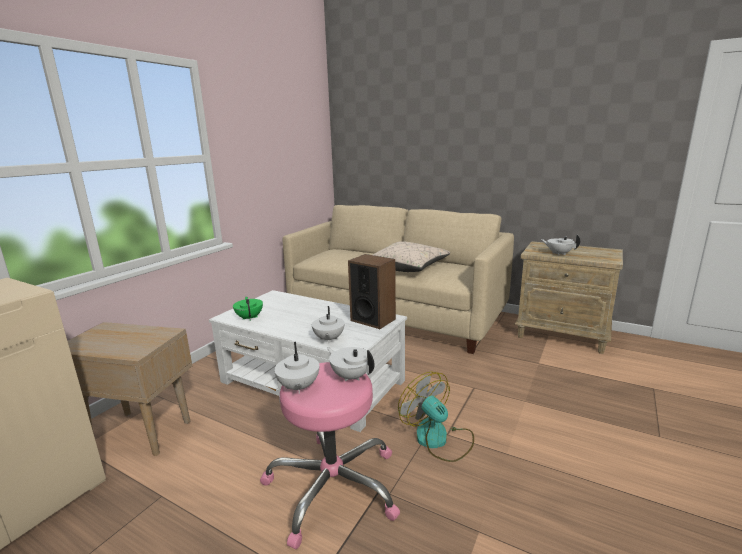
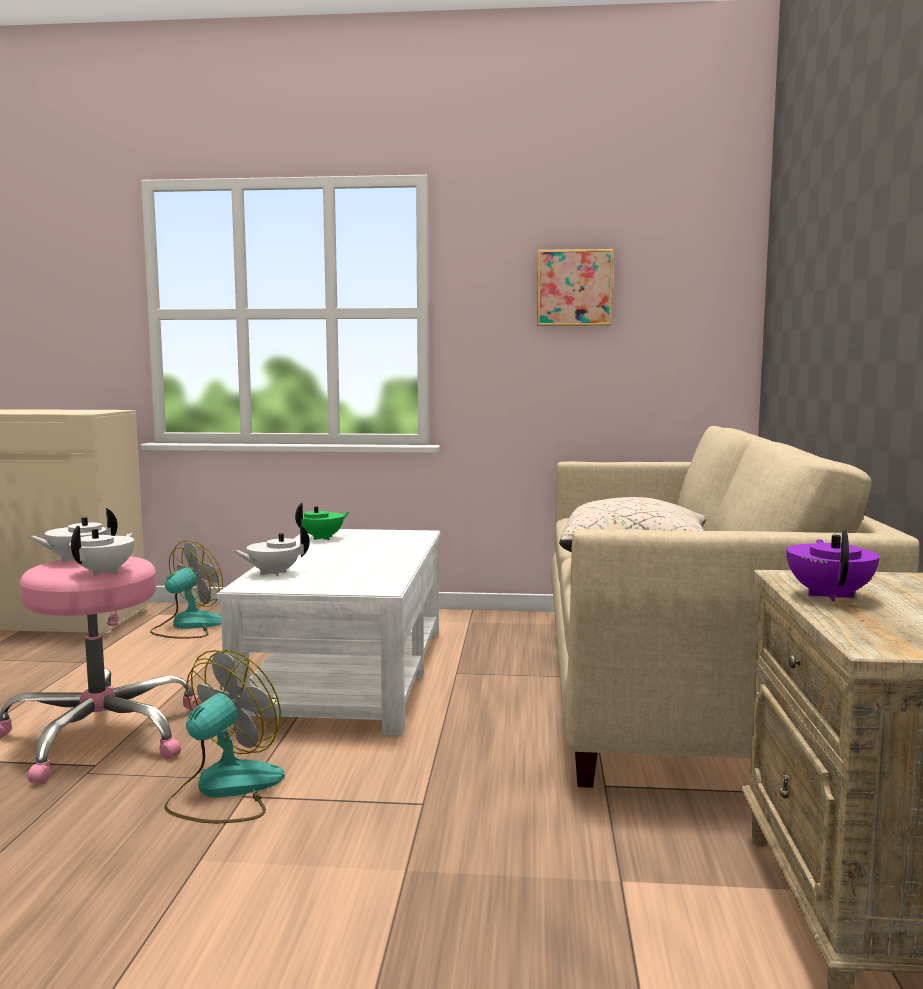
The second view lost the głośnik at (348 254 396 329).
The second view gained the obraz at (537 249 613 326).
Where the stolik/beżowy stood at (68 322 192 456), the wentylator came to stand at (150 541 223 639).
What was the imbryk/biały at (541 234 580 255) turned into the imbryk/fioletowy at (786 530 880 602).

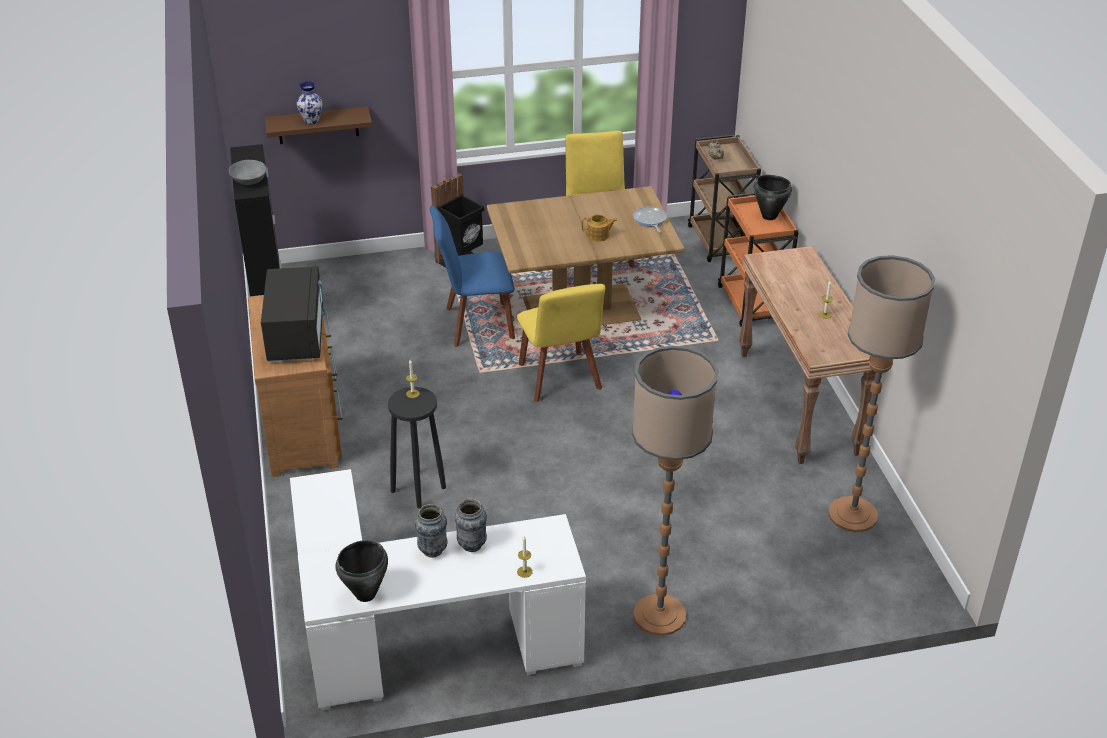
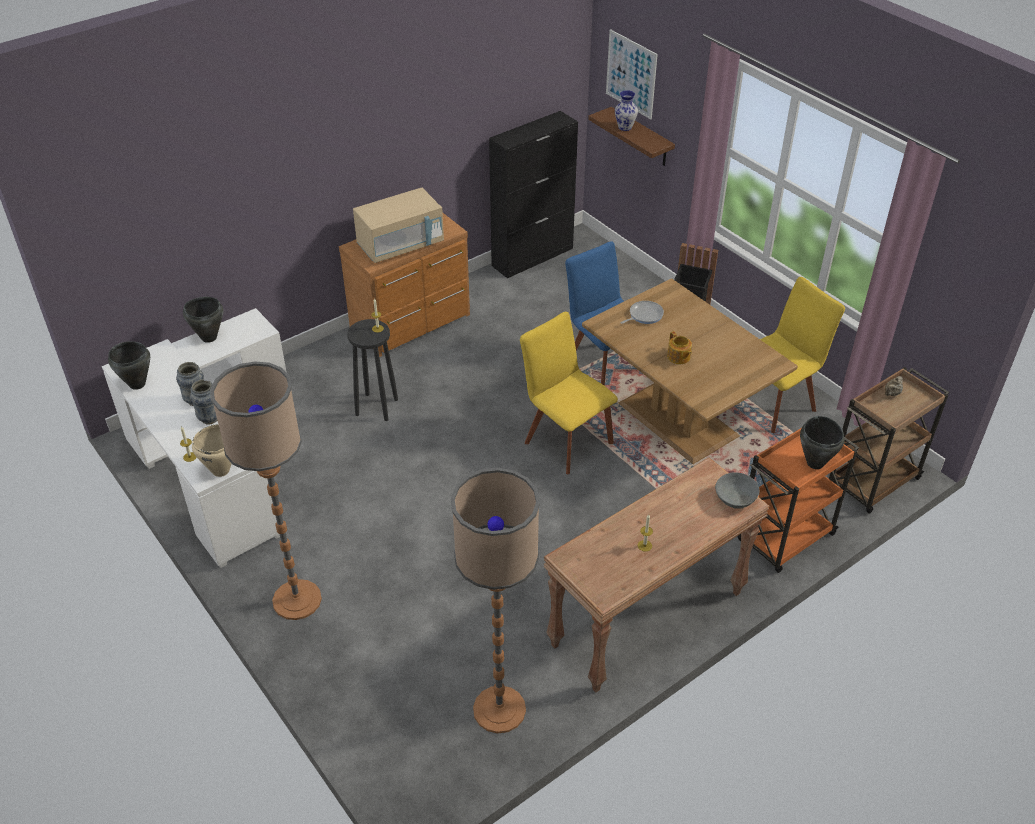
The second view gained the garnek/czarny at (183 297 223 343).
The second view gained the garnek/beżowy at (192 424 232 477).
The second view gained the obraz at (606 29 658 120).
The miska/szary ended up elsewhere, having gone from (229 160 266 185) to (715 472 760 509).
The patelnia ended up elsewhere, having gone from (633 206 667 232) to (620 301 664 324).
What was the mikrofalówka/czarny at (261 266 325 362) turned into the mikrofalówka/beżowy at (353 188 444 263).
The krzesło/żółty at (517 284 605 402) ended up facing another way, 90 degrees clockwise from before.

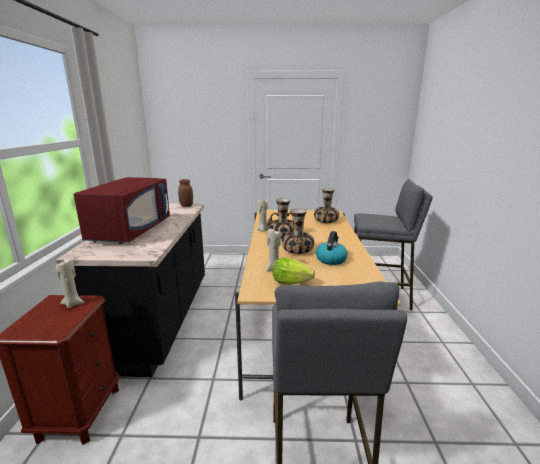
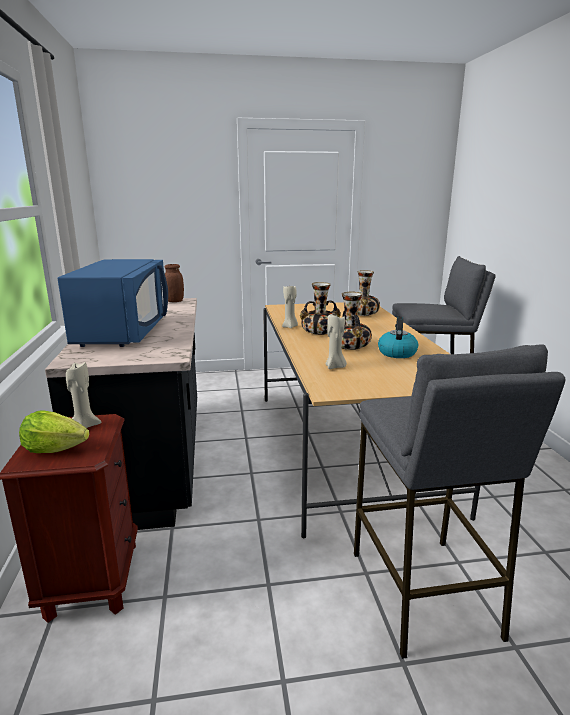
The sałata ended up elsewhere, having gone from (273 257 315 285) to (19 410 89 453).
What was the mikrofalówka/czerwony at (74 177 170 244) turned into the mikrofalówka/niebieski at (58 259 168 347).

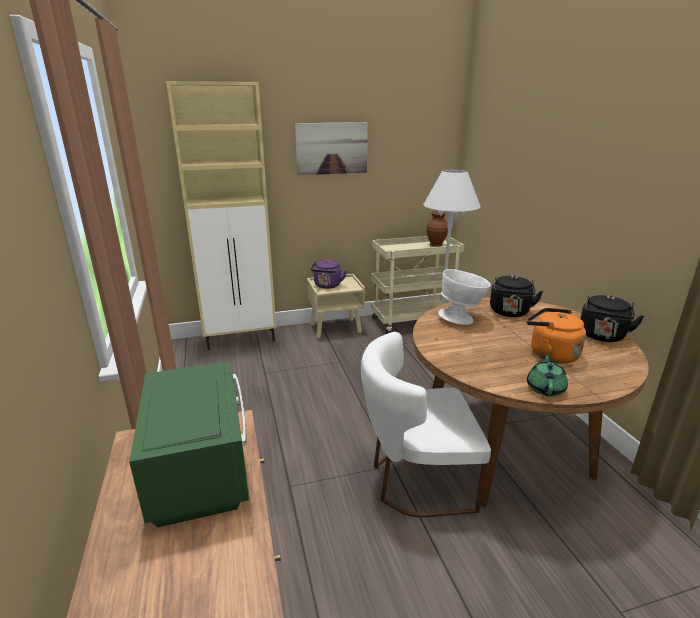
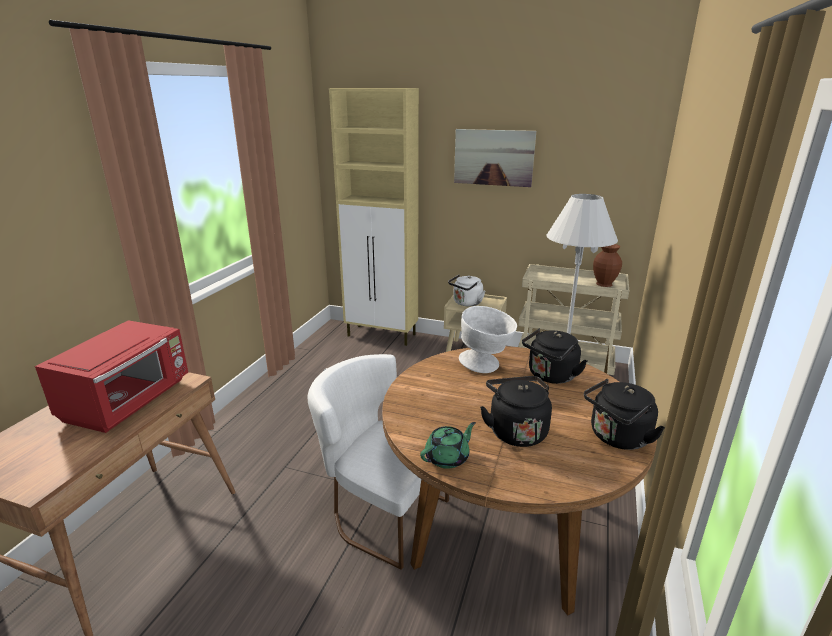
What was the mikrofalówka/zielony at (129 362 250 527) turned into the mikrofalówka/czerwony at (35 320 188 433).
What was the czajnik/fioletowy at (311 260 347 289) turned into the czajnik/biały at (448 274 485 306).
What was the czajnik/pomarańczowy at (526 308 586 364) turned into the czajnik/czarny at (480 376 552 447).

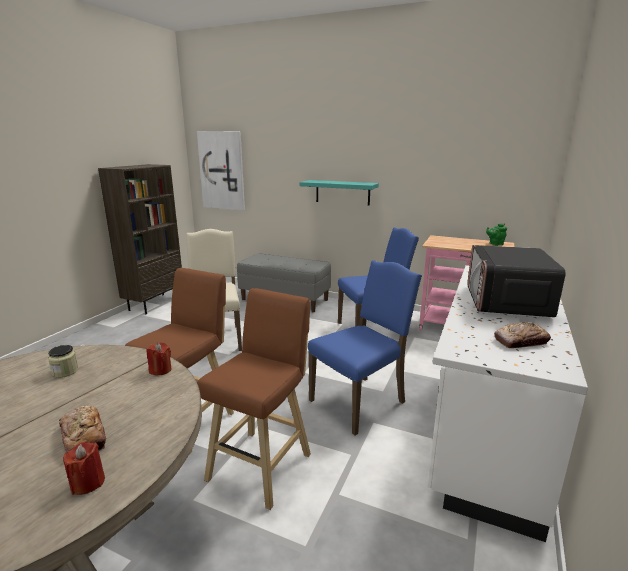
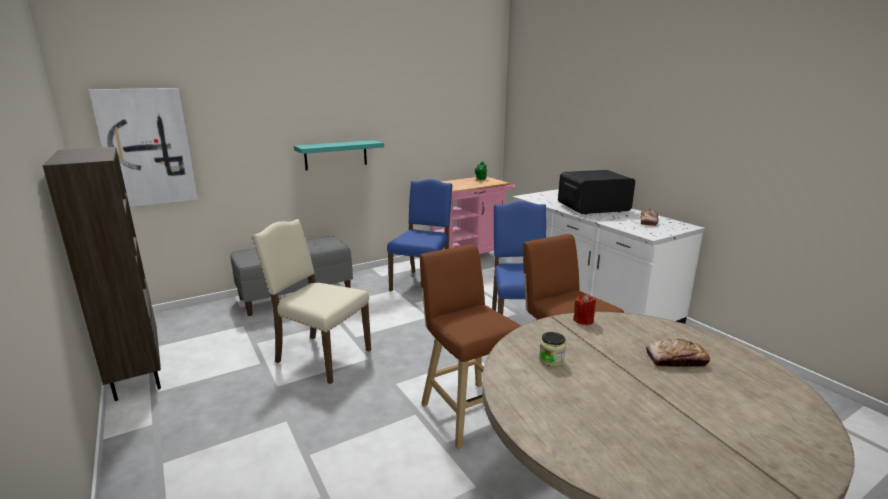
The second view lost the świeca/czerwony at (63 442 105 495).
The mikrofalówka at (467 245 565 317) ended up facing another way, 120 degrees clockwise from before.

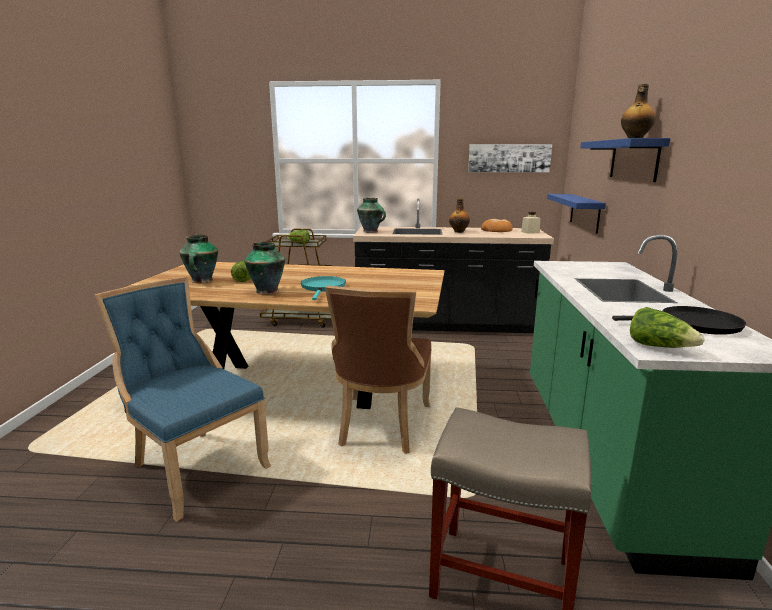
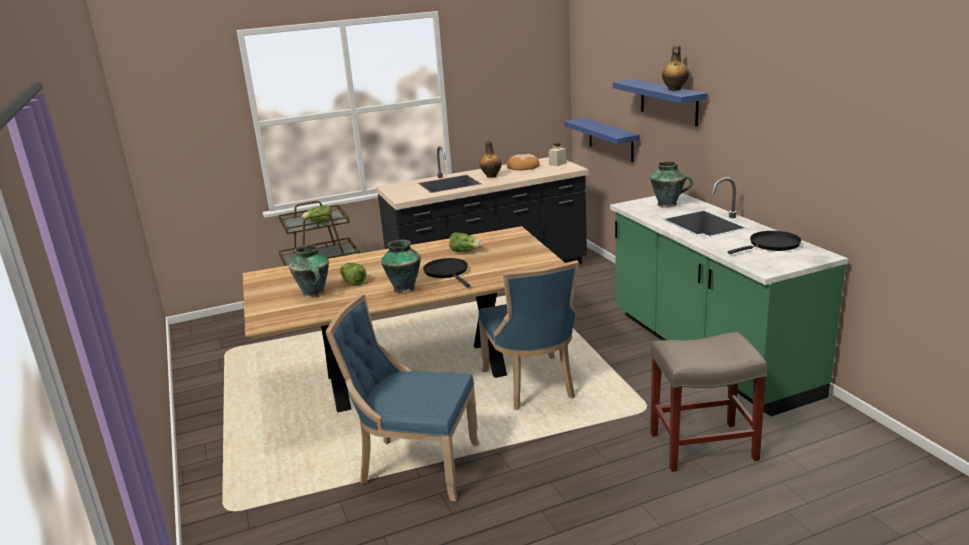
The second view lost the obraz at (468 144 552 172).
The wazon ended up elsewhere, having gone from (357 198 386 233) to (650 161 693 208).
The sałata ended up elsewhere, having gone from (630 307 704 348) to (449 232 482 252).
What was the patelnia/turkusowy at (300 276 346 300) turned into the patelnia/czarny at (423 258 470 287).
What was the krzesło/brązowy at (325 285 432 454) turned into the krzesło/niebieski at (478 260 579 410).

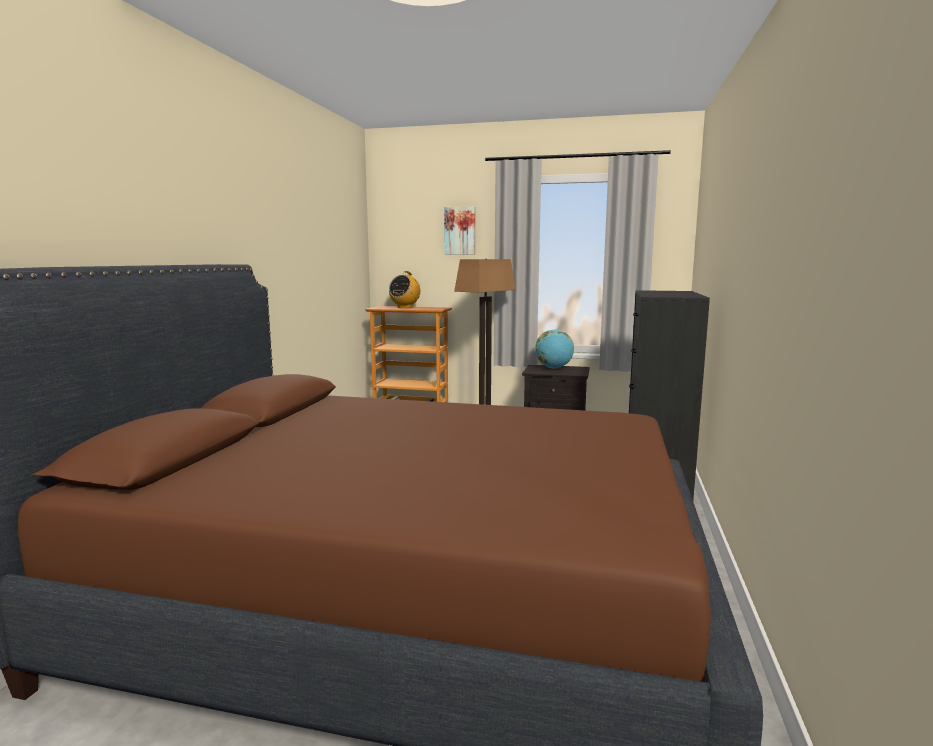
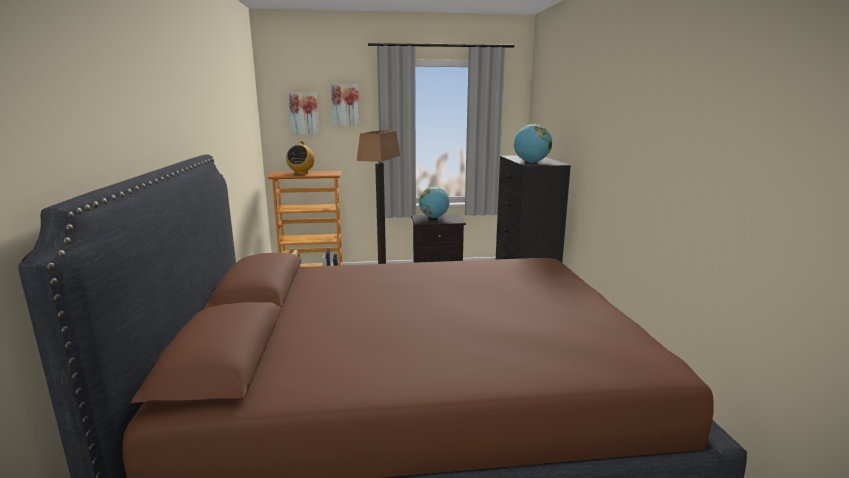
The second view gained the obraz at (289 93 319 134).
The second view gained the globus at (514 124 552 163).

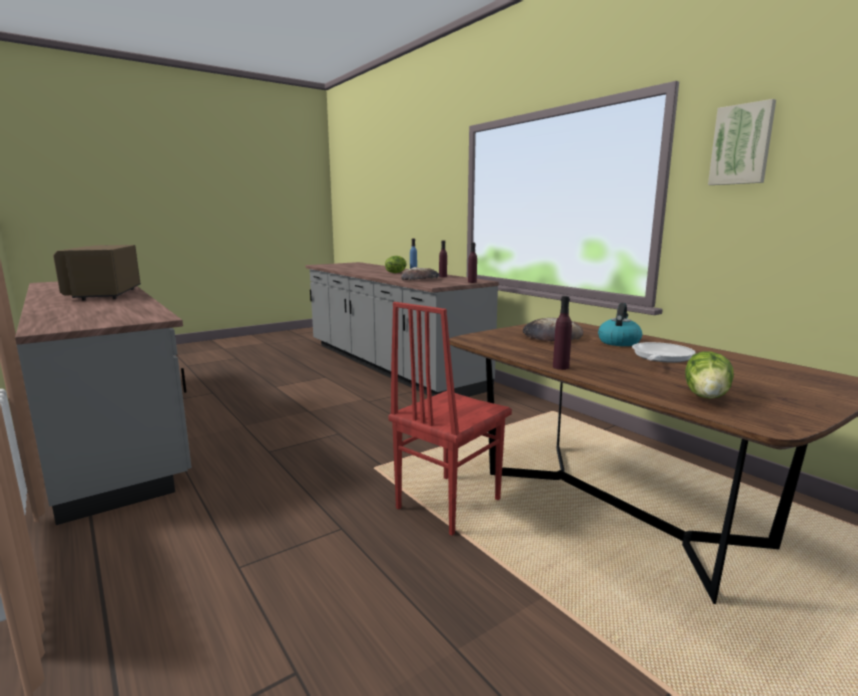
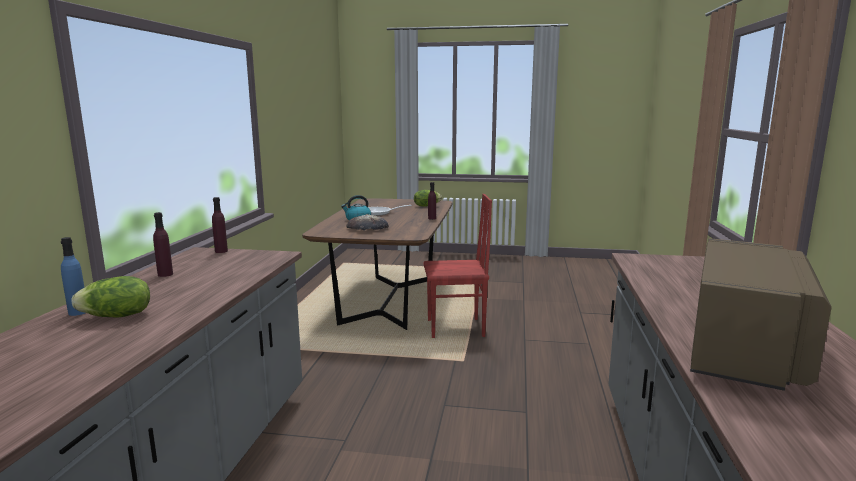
The second view lost the chleb at (401 267 440 280).
The second view lost the obraz at (708 99 776 185).

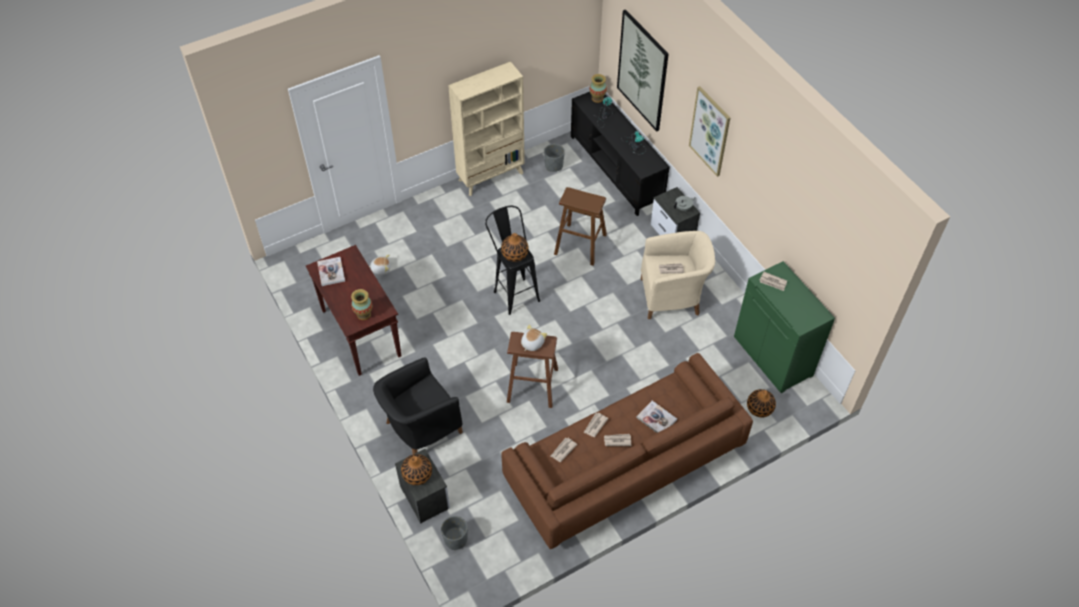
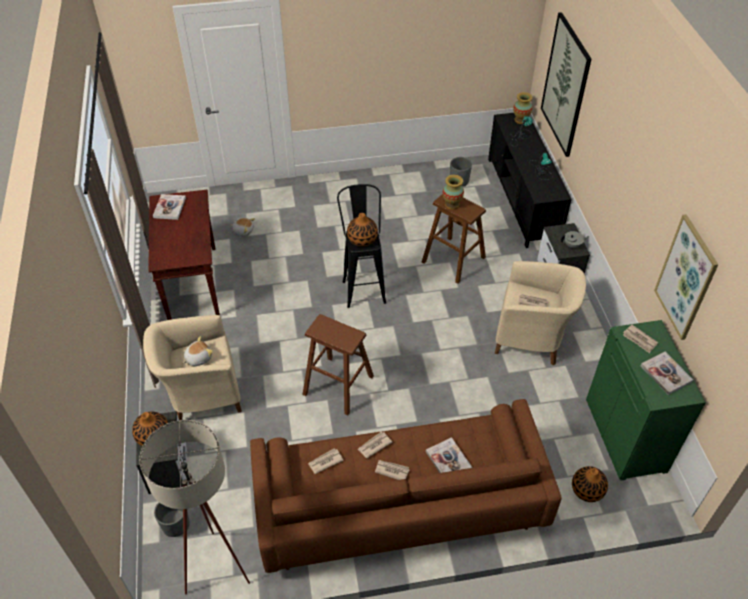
The second view lost the regał/beżowy at (448 61 525 196).
The second view gained the lampa stojąca/beżowy at (139 420 250 594).
The second view gained the książka at (641 352 693 395).
The wazon ended up elsewhere, having gone from (351 289 372 320) to (443 175 464 210).
The pluszak ended up elsewhere, having gone from (521 324 547 351) to (183 336 213 366).
The obraz ended up elsewhere, having gone from (689 86 730 177) to (654 214 718 340).
What was the fotel/czarny at (373 358 463 454) turned into the fotel/beżowy at (143 315 242 420).

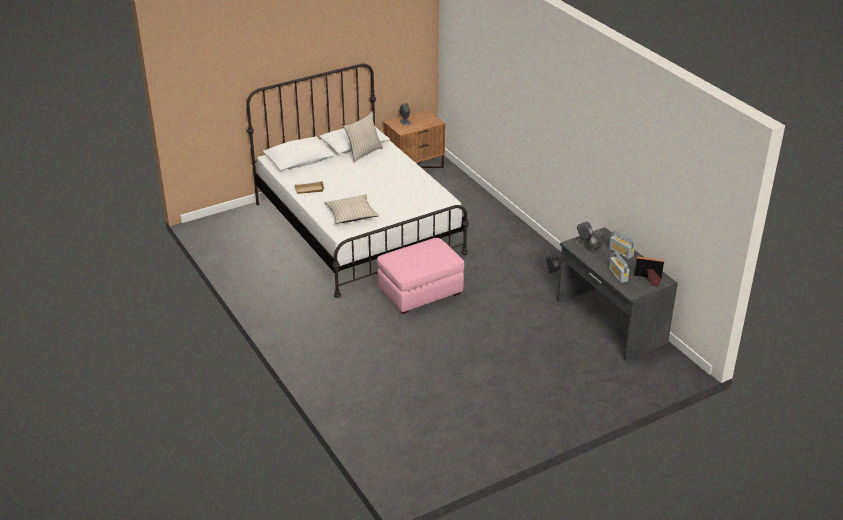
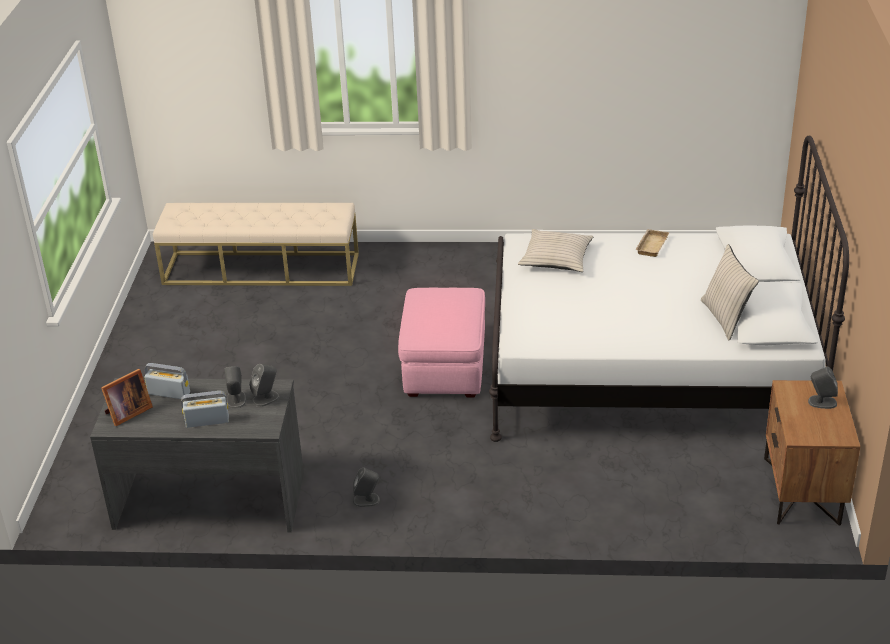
The second view gained the ławka/beżowy at (153 203 359 286).

